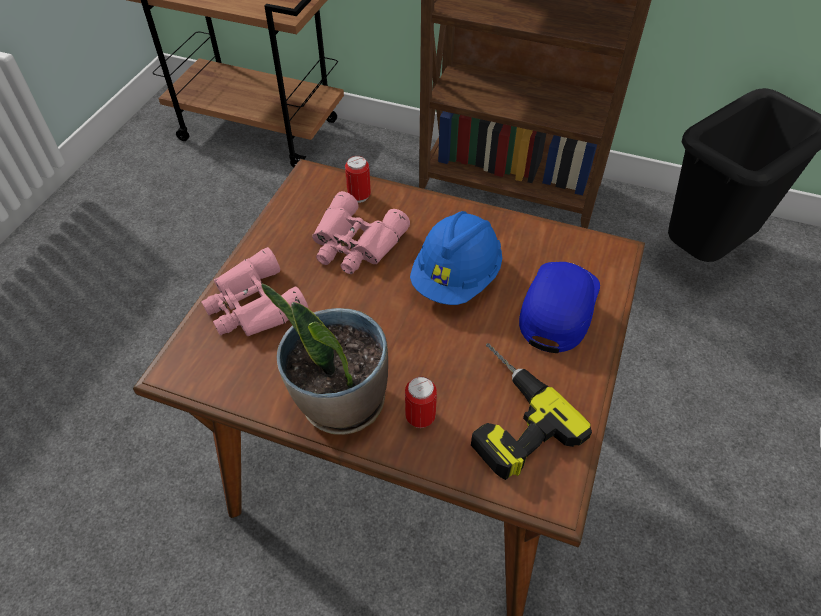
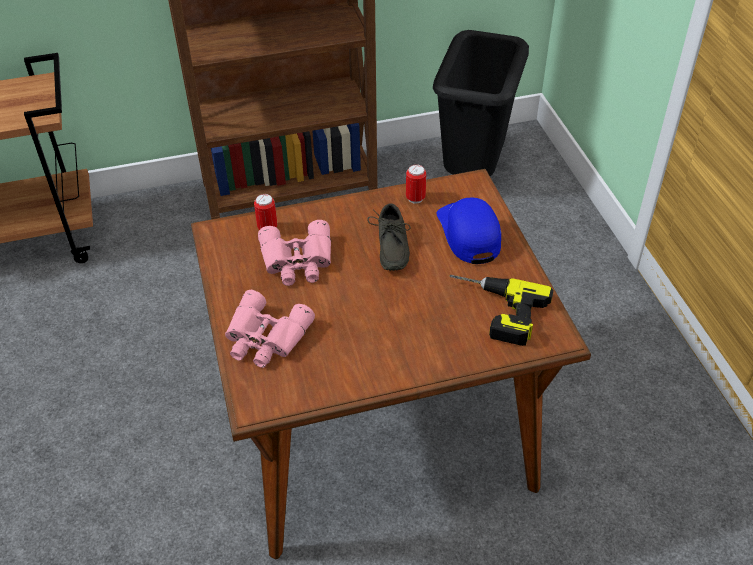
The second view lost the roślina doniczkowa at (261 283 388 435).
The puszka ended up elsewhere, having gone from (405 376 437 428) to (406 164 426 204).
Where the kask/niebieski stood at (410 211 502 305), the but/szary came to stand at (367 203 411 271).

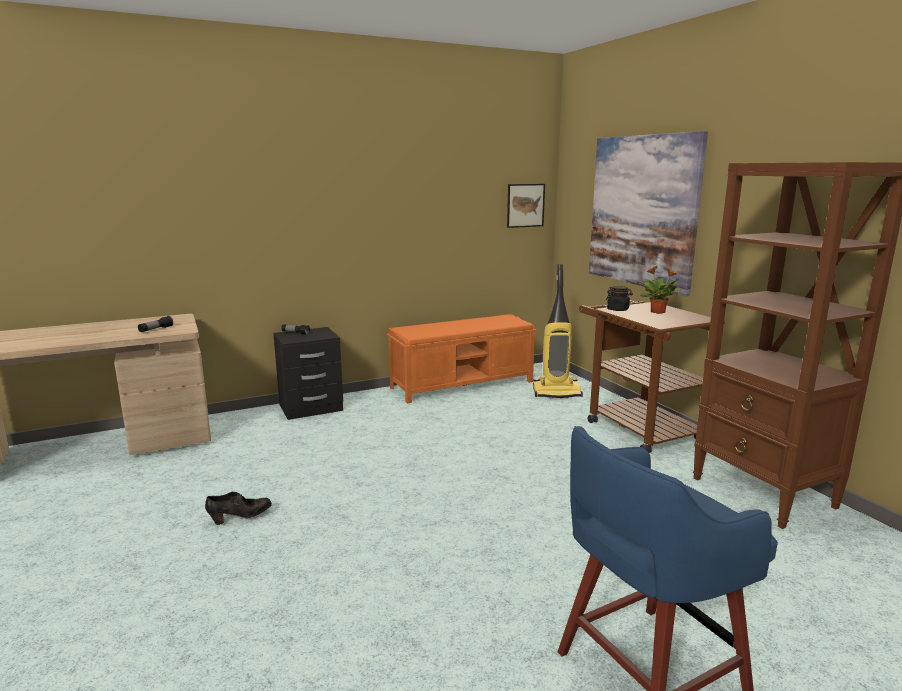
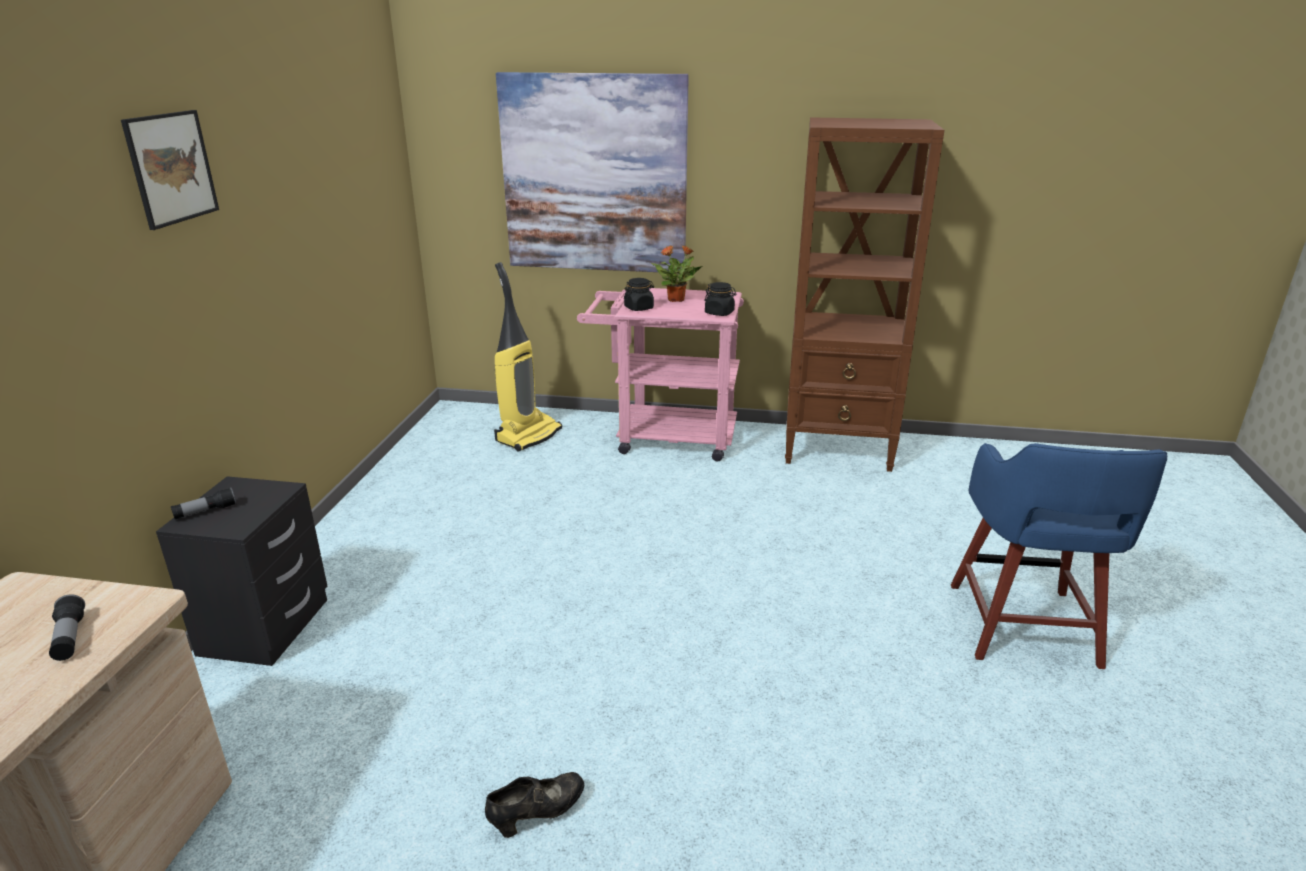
The second view lost the ławka/pomarańczowy at (387 314 537 404).
The second view gained the słoik/czarny at (704 282 737 316).
The obraz ended up elsewhere, having gone from (507 184 545 228) to (121 110 219 230).
What was the wózek/brązowy at (579 300 725 453) turned into the wózek/różowy at (577 288 744 462).
The but/czarny at (205 492 272 525) ended up facing another way, 45 degrees clockwise from before.

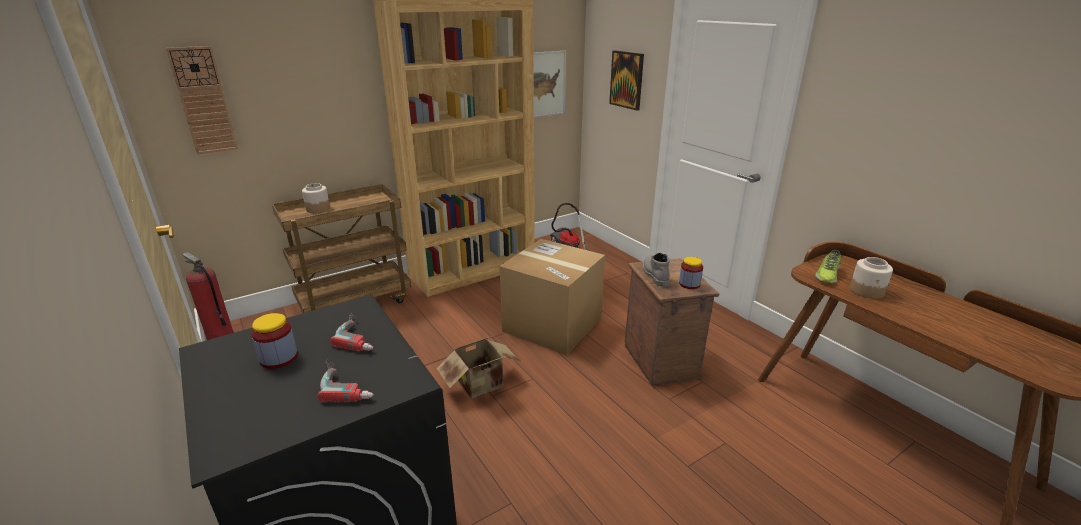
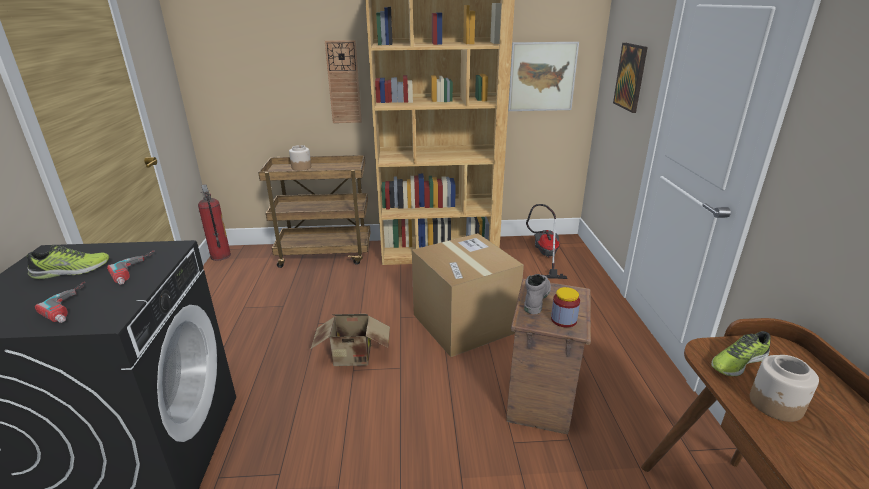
The zegar ścienny ended up elsewhere, having gone from (166 46 238 154) to (325 40 362 123).
Where the słoik stood at (251 313 298 369), the but came to stand at (27 245 109 279).

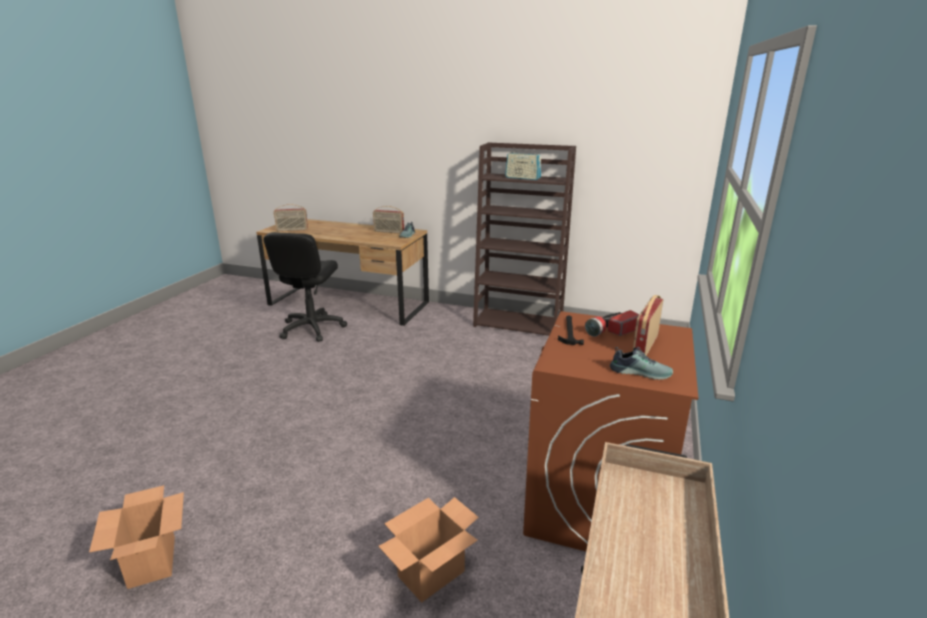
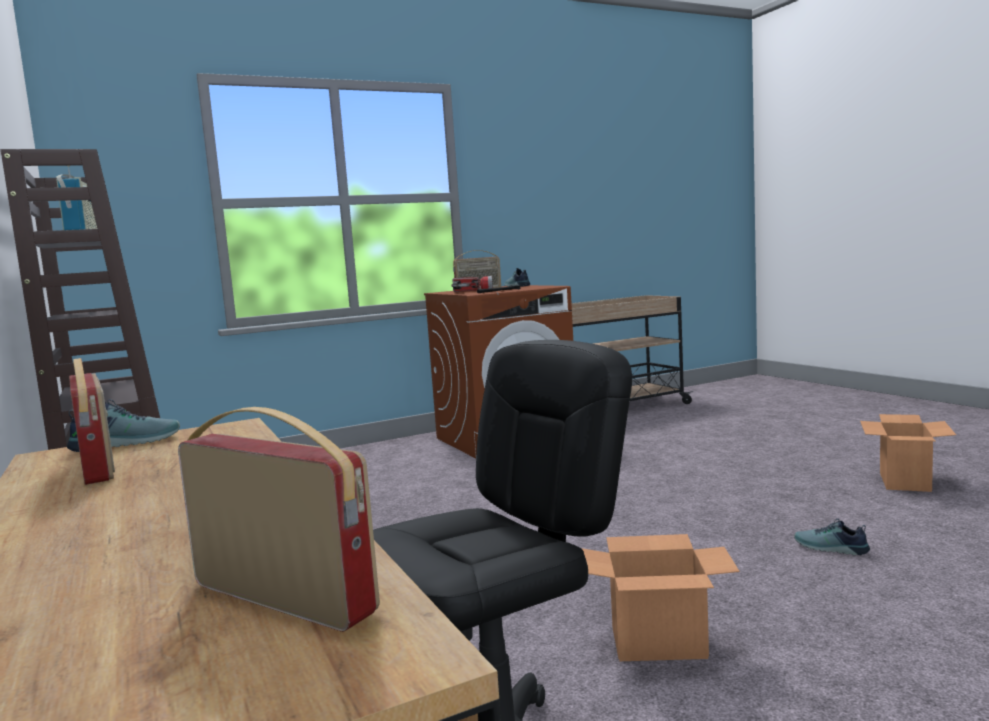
The second view gained the but at (794 518 870 555).
The karton ended up elsewhere, having gone from (378 497 479 603) to (581 534 740 661).

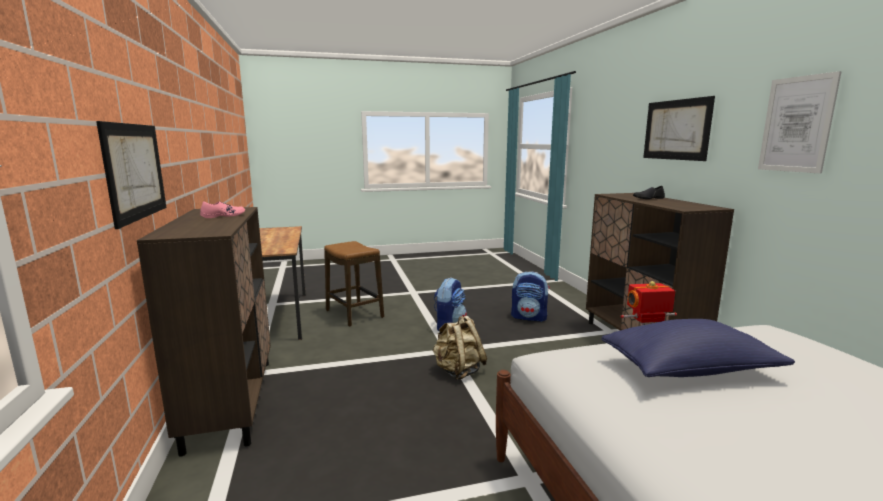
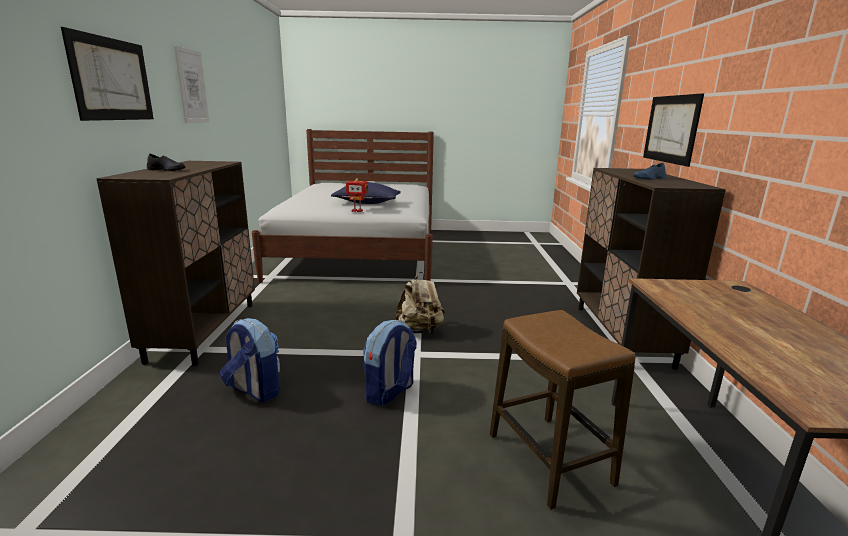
What was the but/różowy at (200 201 245 218) turned into the but/niebieski at (633 163 666 180).

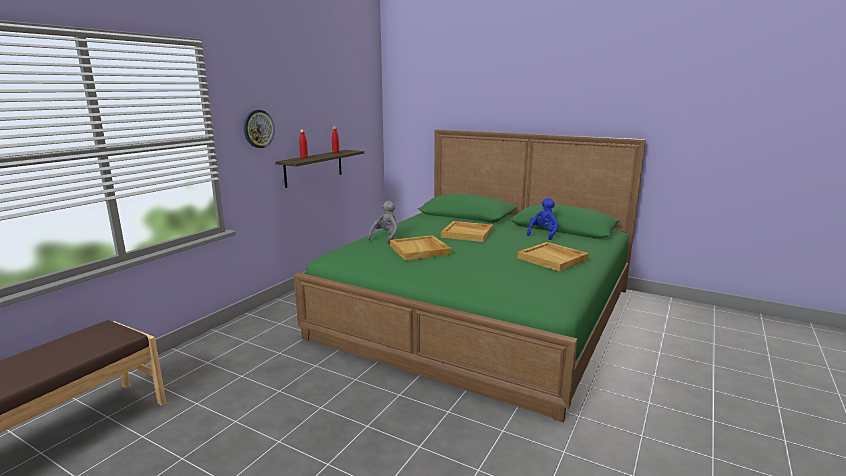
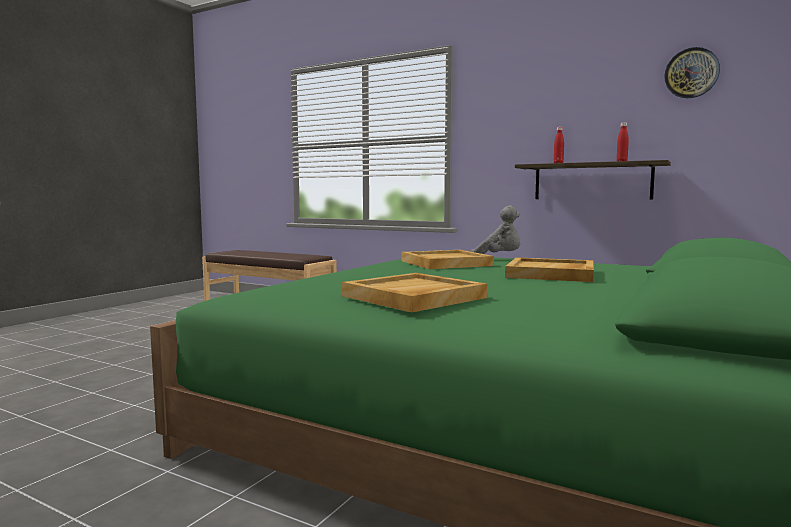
The second view lost the pluszak/niebieski at (527 198 559 240).
The zegar ścienny ended up elsewhere, having gone from (244 110 275 148) to (664 47 720 98).

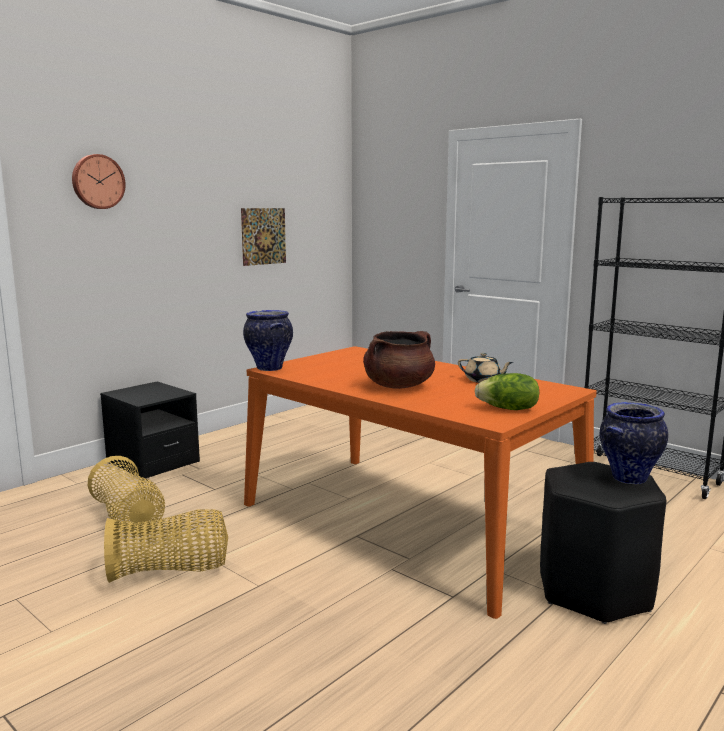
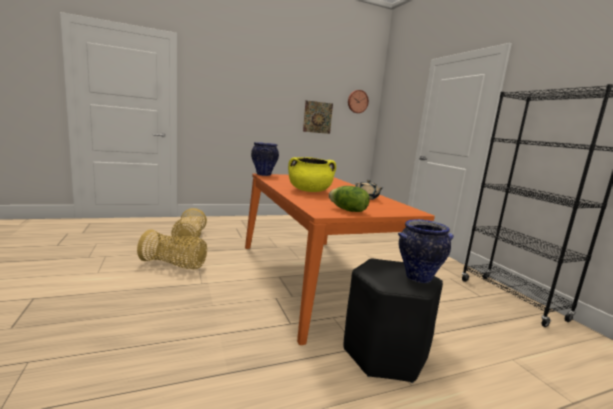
The second view lost the szafka nocna/czarny at (100 381 200 478).
The zegar ścienny ended up elsewhere, having gone from (72 154 126 209) to (348 90 369 113).
What was the garnek/brązowy at (363 331 435 389) turned into the garnek/żółty at (288 157 336 192).

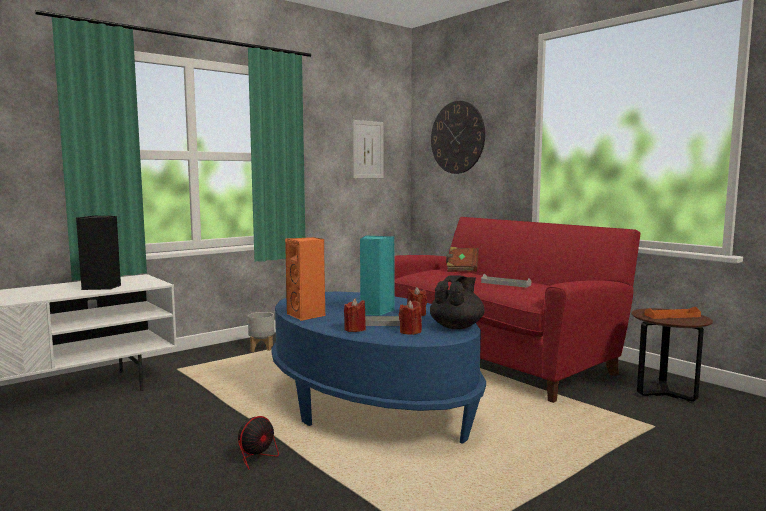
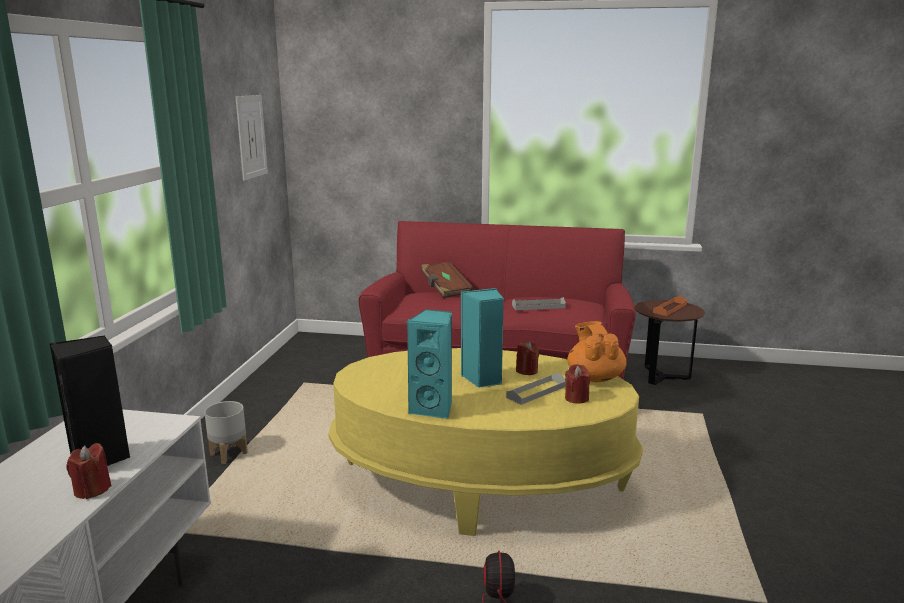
The second view lost the zegar ścienny at (431 101 485 174).
The świeca/czerwony ended up elsewhere, having gone from (344 298 366 332) to (67 443 112 499).
What was the ława/niebieski at (271 292 486 444) turned into the ława/żółty at (328 348 643 536).
What was the głośnik/pomarańczowy at (285 237 325 321) turned into the głośnik/turkusowy at (407 309 452 419).
What was the imbryk/czarny at (430 275 485 329) turned into the imbryk/pomarańczowy at (567 321 627 382).

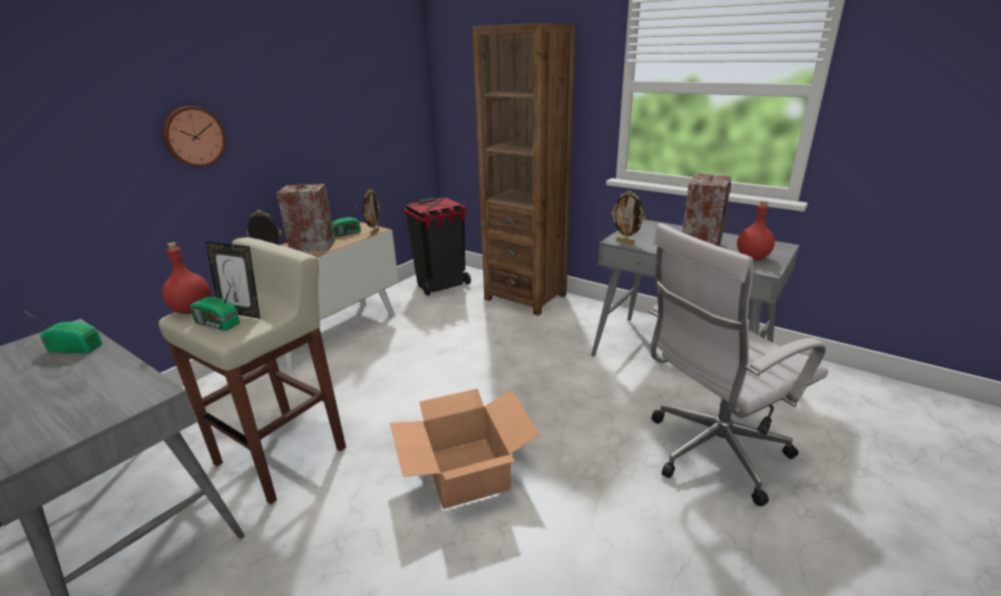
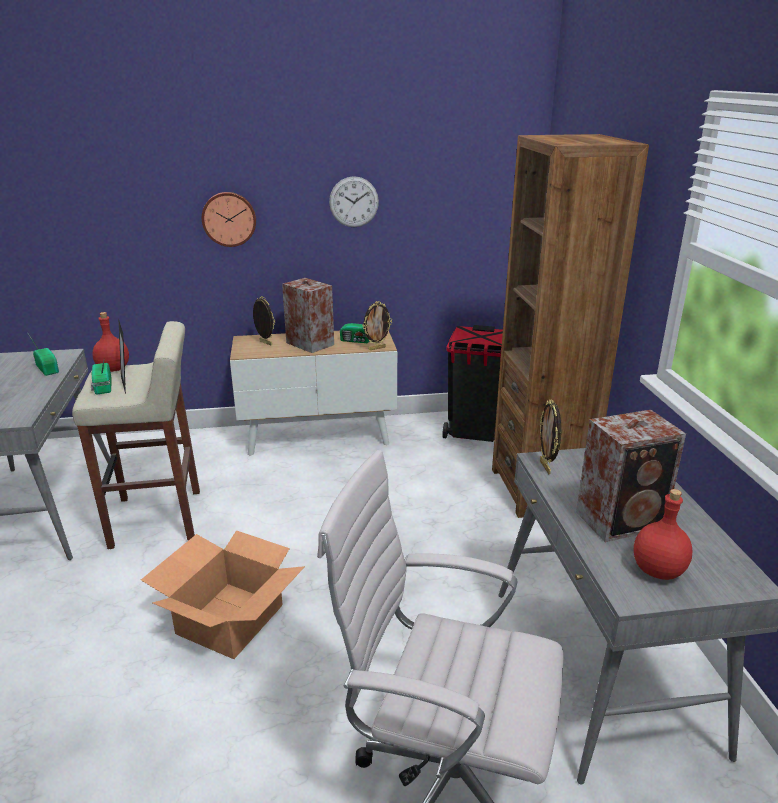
The second view gained the zegar ścienny at (329 176 379 227).

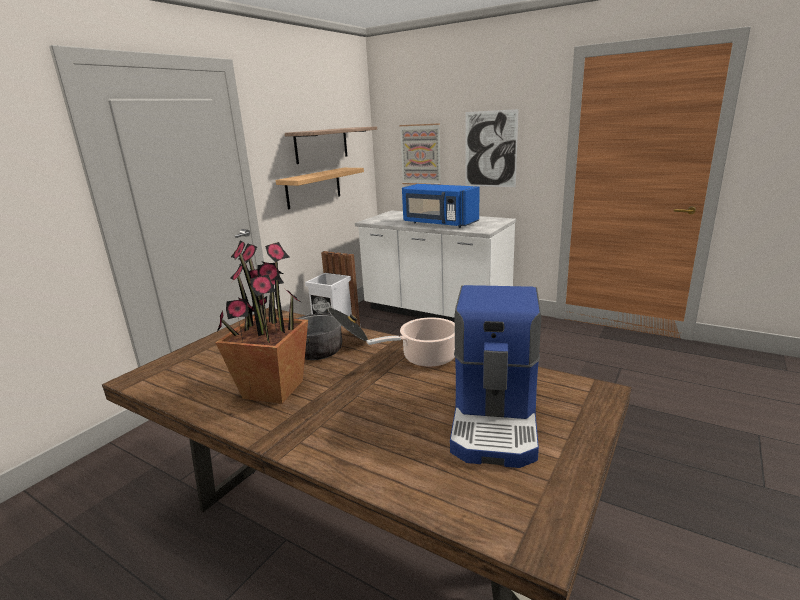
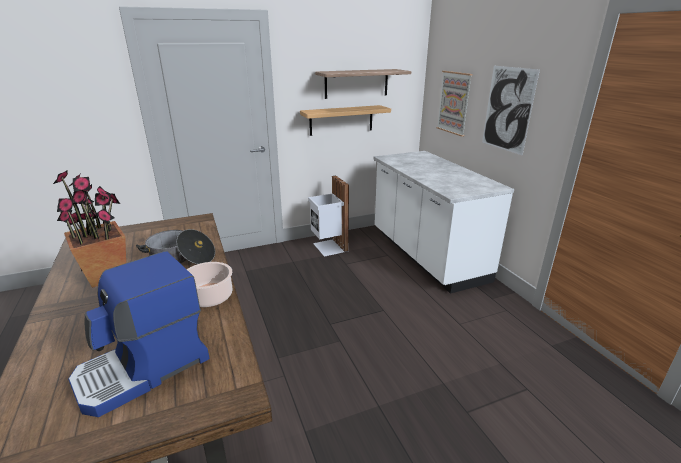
The second view lost the mikrofalówka/niebieski at (402 184 480 228).

